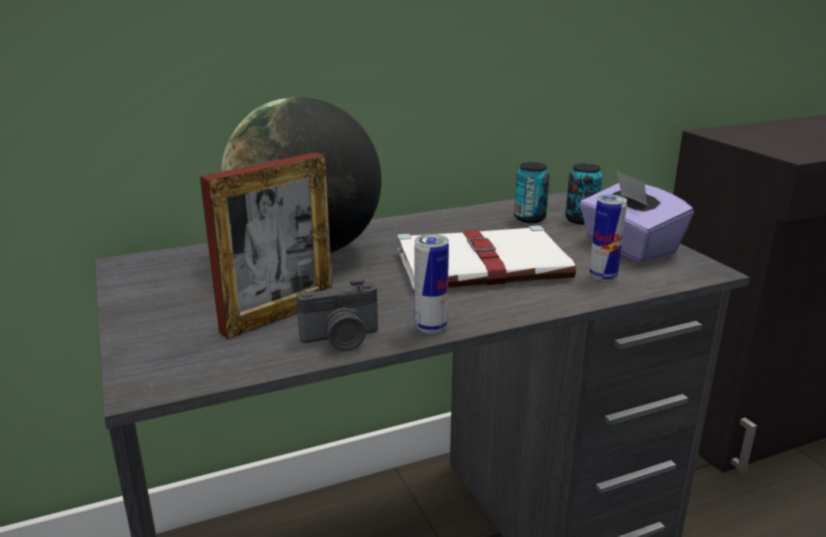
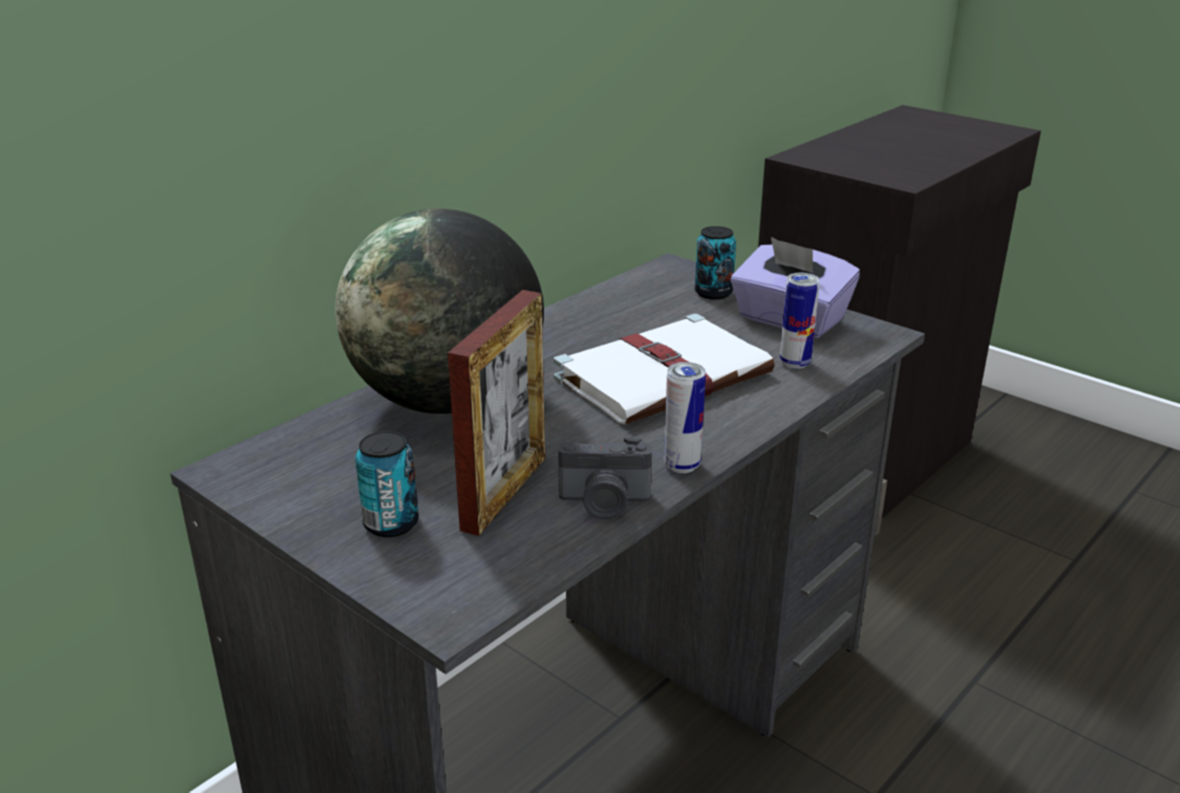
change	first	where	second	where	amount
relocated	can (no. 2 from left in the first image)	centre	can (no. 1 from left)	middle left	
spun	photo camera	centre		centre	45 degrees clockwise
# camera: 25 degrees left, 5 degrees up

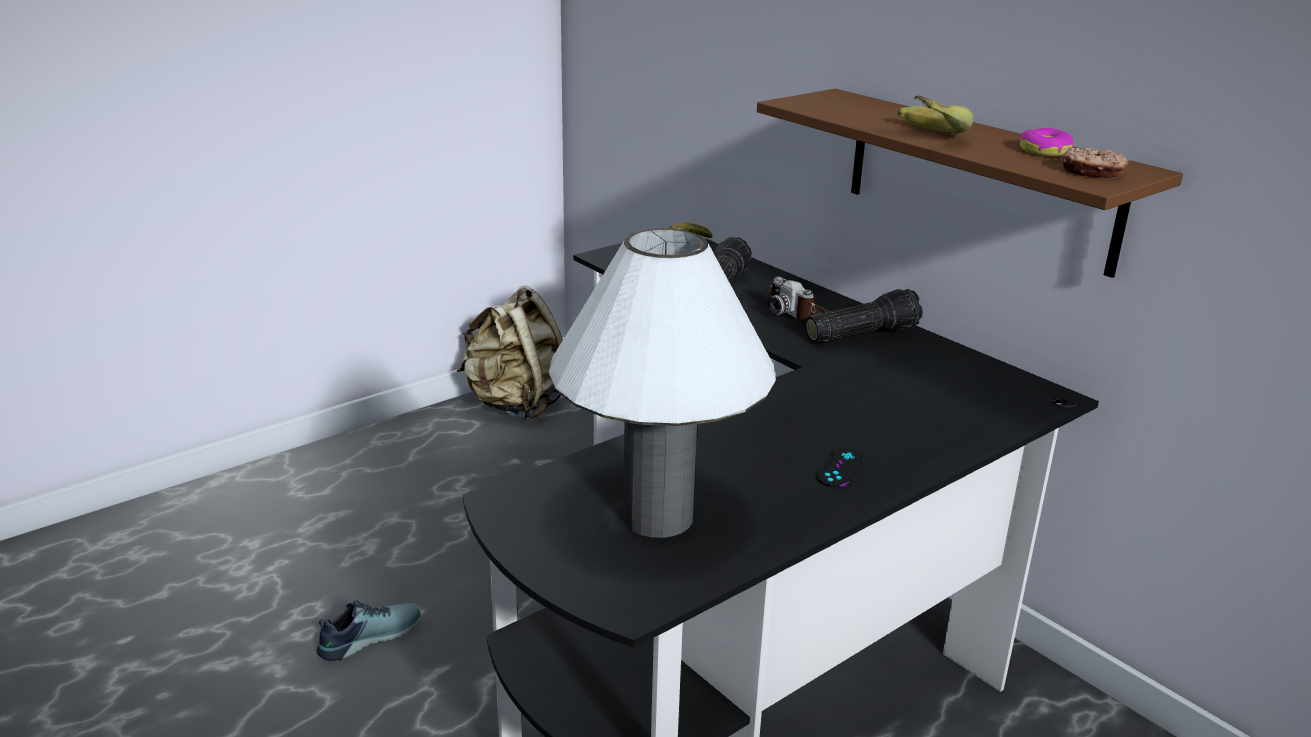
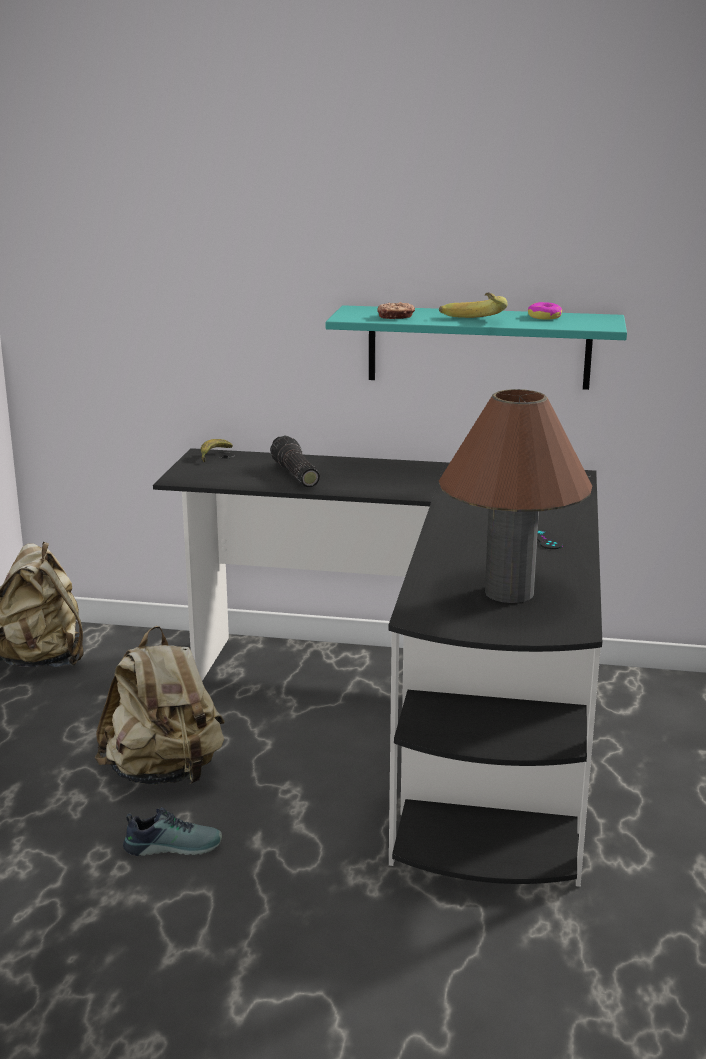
change	first	where	second	where	amount
appeared			beige backpack (no. 2 from left)	middle left	
spun	shoe	bottom left		bottom left	75 degrees clockwise
colour	brown shelf	top right	turquoise shelf	top right	
relocated	donut (no. 2 from left in the first image)	top right	donut (no. 1 from left)	top centre	
colour	white table lamp	centre	brown table lamp	middle right	
missing	photo camera	centre			
missing	flashlight (no. 2 from left)	centre			
# camera: 40 degrees left, 5 degrees down

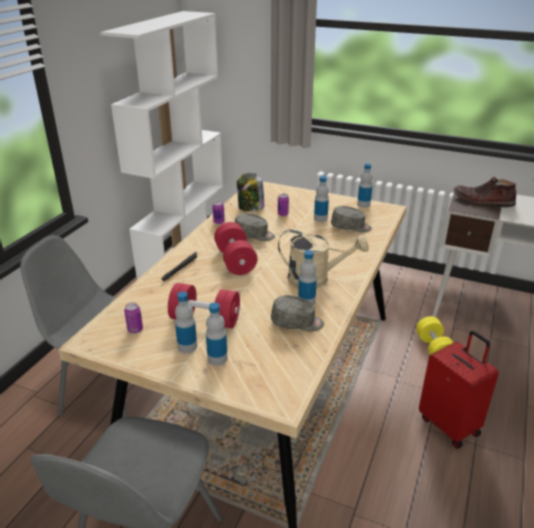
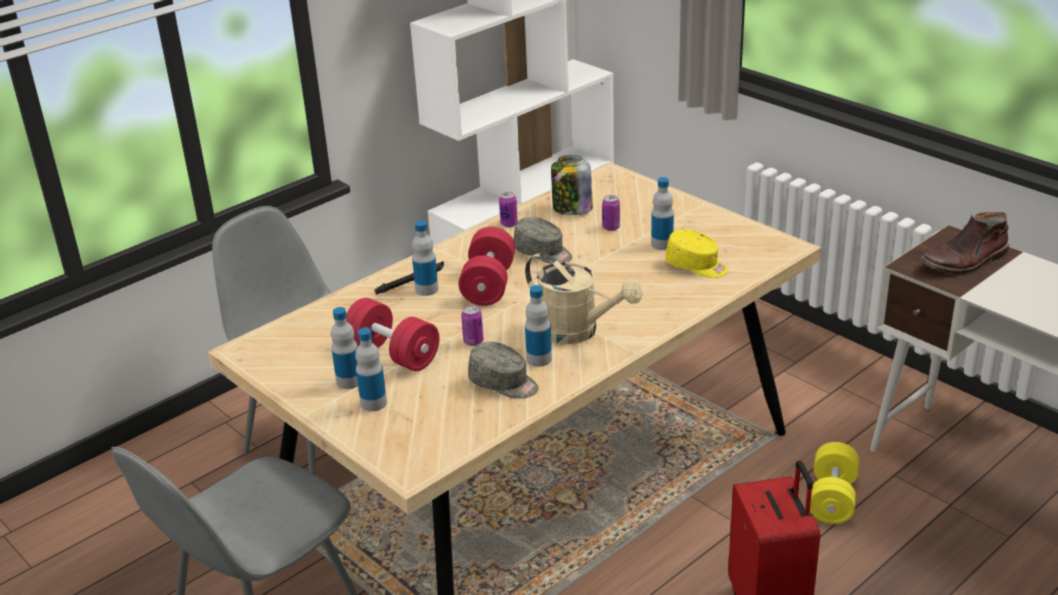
change	first	where	second	where	amount
relocated	bottle (no. 5 from left in the first image)	middle right	bottle (no. 3 from left)	centre	
relocated	can (no. 1 from left)	middle left		centre	
colour	grey cap (no. 3 from left)	centre	yellow cap	centre	
spun	brown boot	middle right		middle right	75 degrees counterclockwise
# camera: 25 degrees right, 0 degrees up

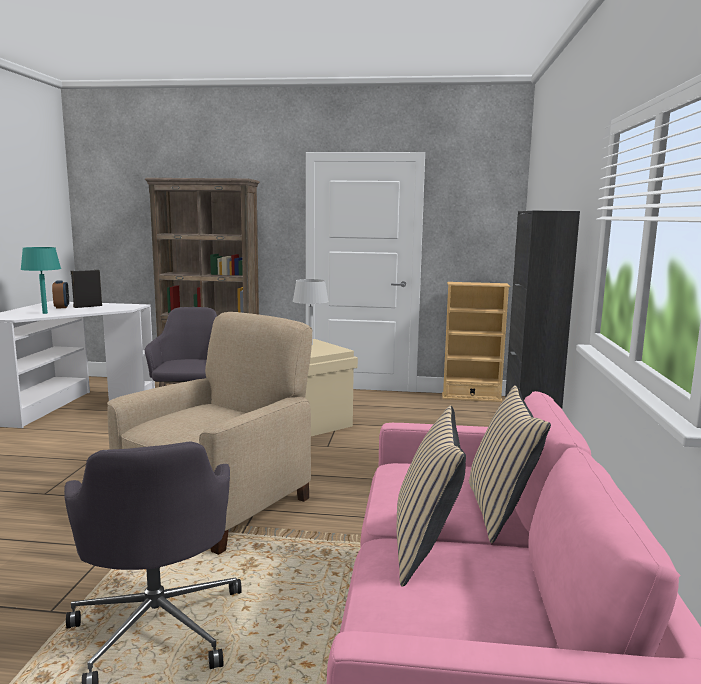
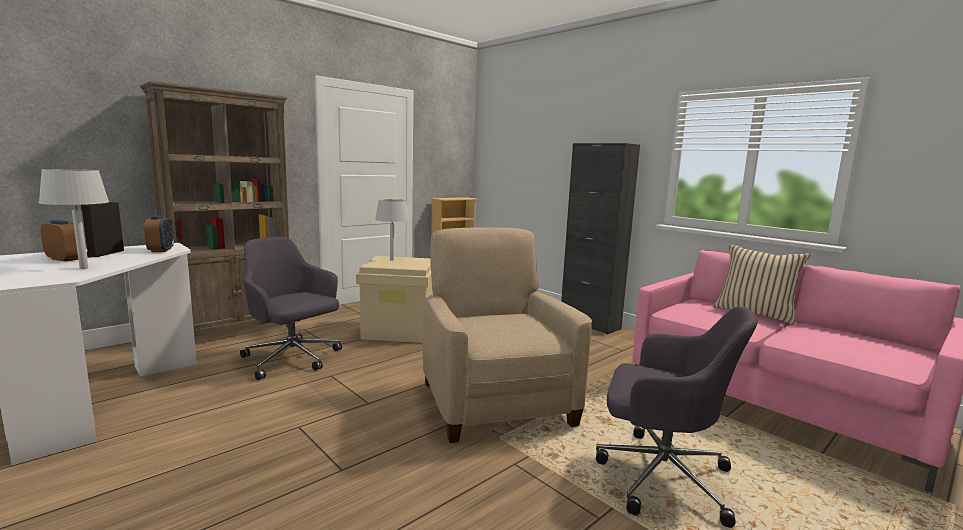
change	first	where	second	where	amount
colour	turquoise table lamp	middle left	grey table lamp (no. 1 from left)	middle left	
appeared			alarm clock (no. 2 from left)	middle left	
missing	beige pillow (no. 1 from left)	bottom centre			
# camera: 50 degrees left, 0 degrees up

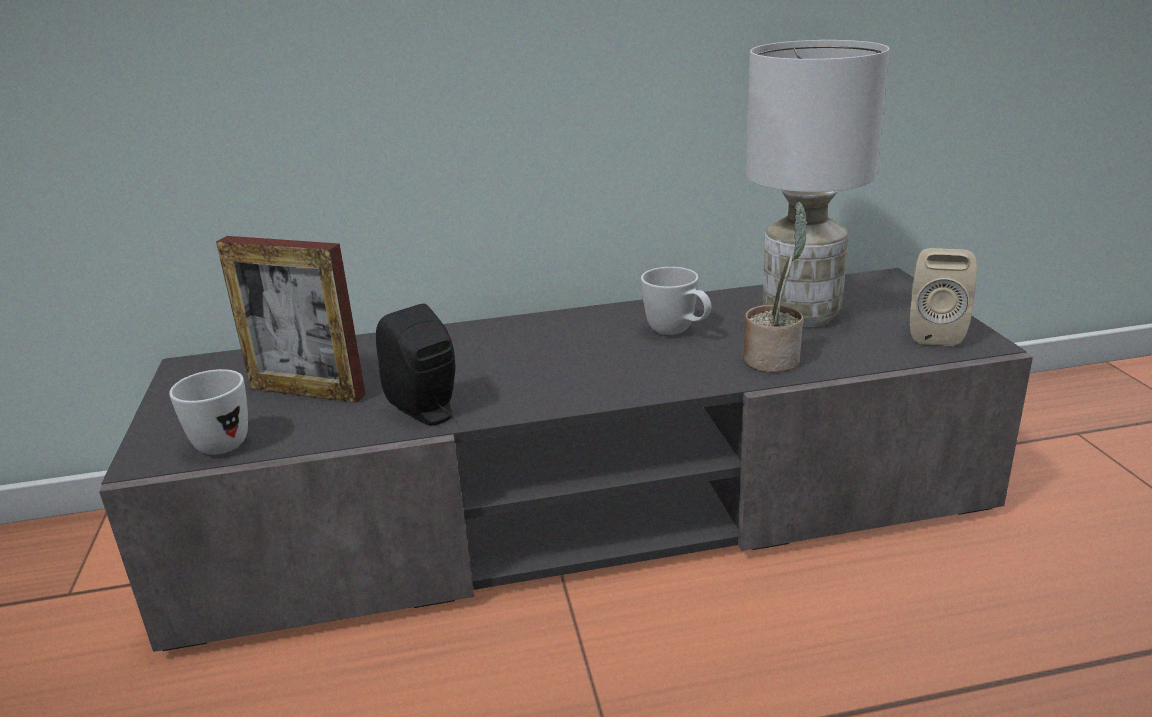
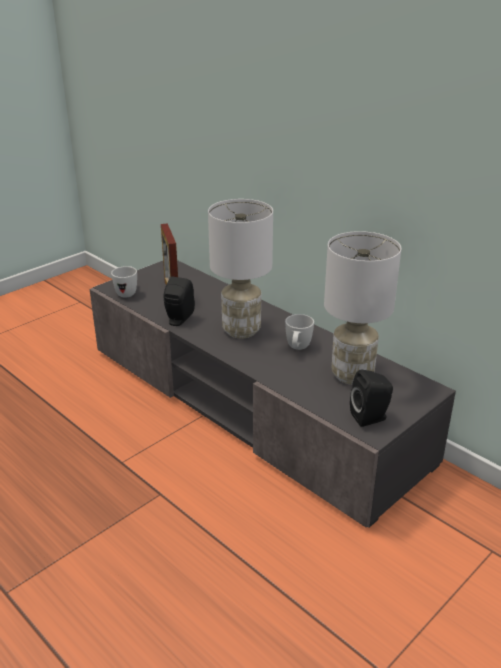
change	first	where	second	where	amount
appeared			white table lamp (no. 1 from left)	centre	
colour	beige speaker	middle right	black speaker (no. 2 from left)	middle right	
missing	potted plant	middle right			
# camera: 55 degrees right, 5 degrees up

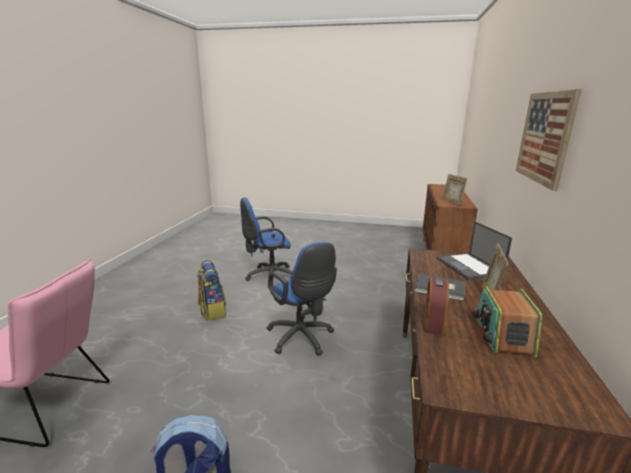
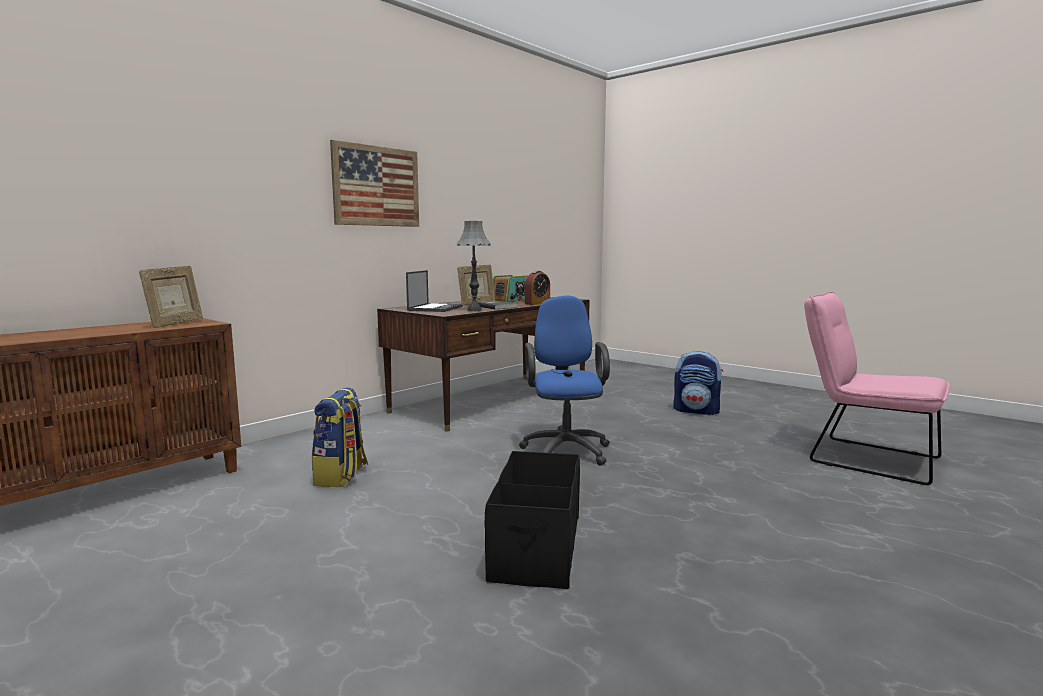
change	first	where	second	where	amount
relocated	backpack (no. 2 from left in the first image)	centre	backpack (no. 1 from left)	middle left	
appeared			grey table lamp	centre	
exchanged	blue office chair (no. 1 from left)	centre	black storage box	bottom centre	
# camera: 150 degrees left, 10 degrees down

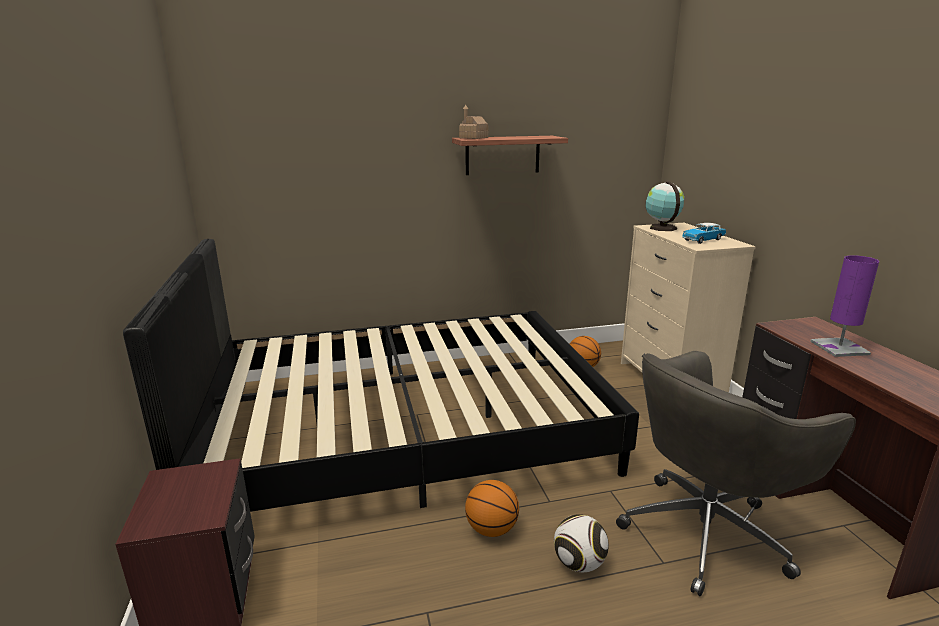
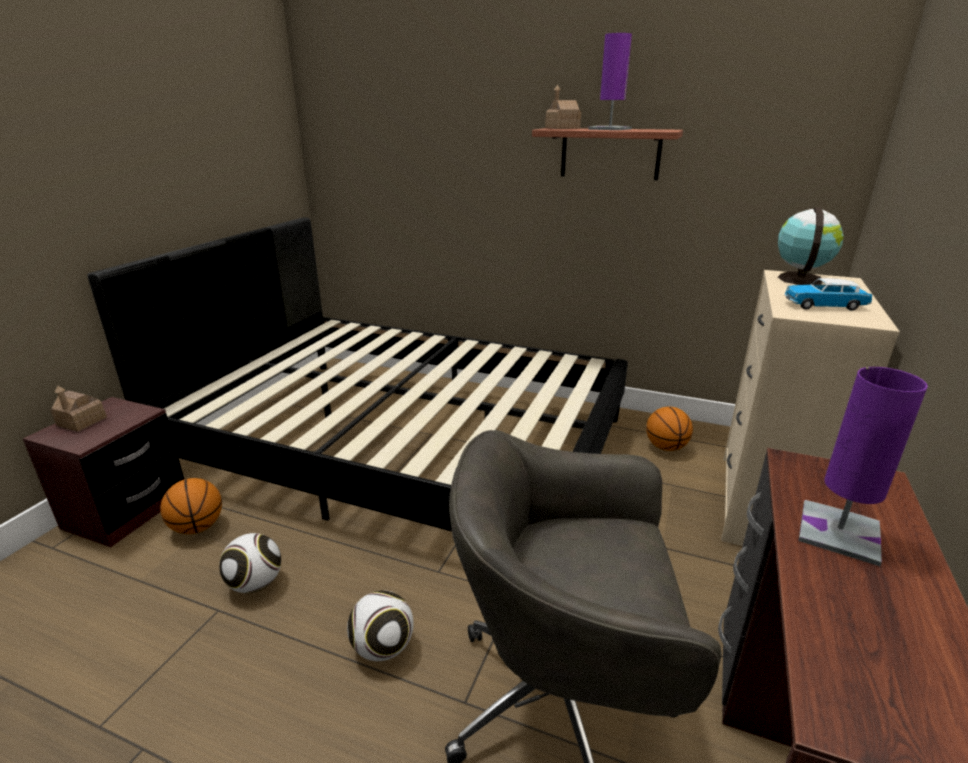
change	first	where	second	where	amount
appeared			toy house (no. 1 from left)	middle left	
relocated	basketball (no. 1 from left)	bottom centre		middle left	
appeared			football (no. 1 from left)	bottom left	
appeared			purple table lamp (no. 1 from left)	top centre	
# camera: 35 degrees right, 5 degrees up

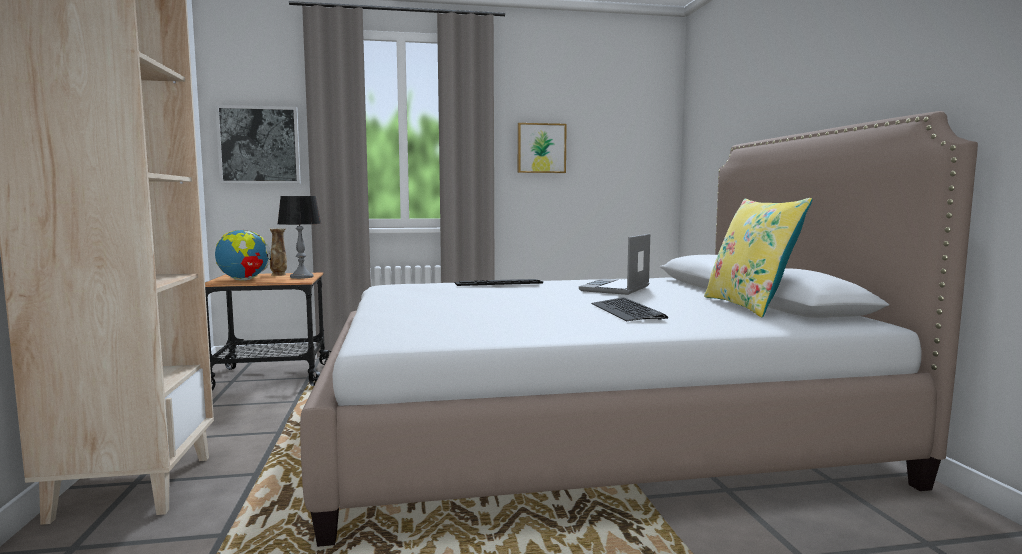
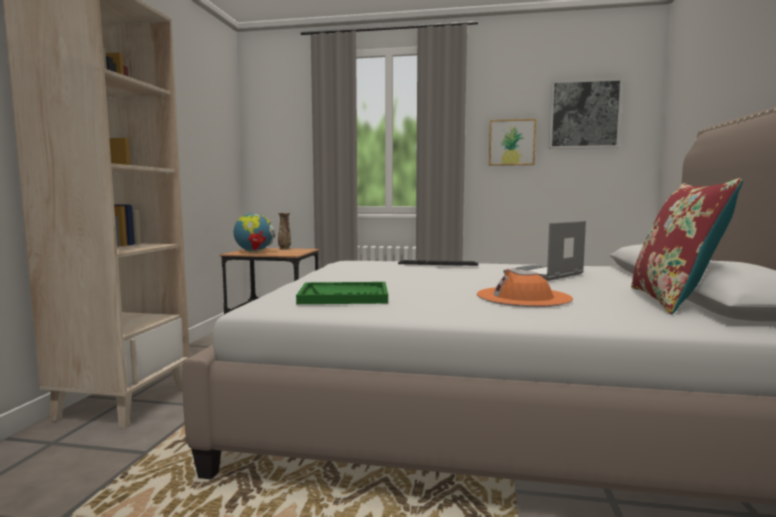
change	first	where	second	where	amount
appeared			green tray	centre	
exchanged	keyboard (no. 2 from left)	centre	orange hat	middle right	
relocated	picture (no. 1 from left in the first image)	top left	picture (no. 2 from left)	top right	
colour	yellow pillow	middle right	red pillow	middle right	
missing	table lamp	middle left			
# camera: 20 degrees right, 0 degrees up

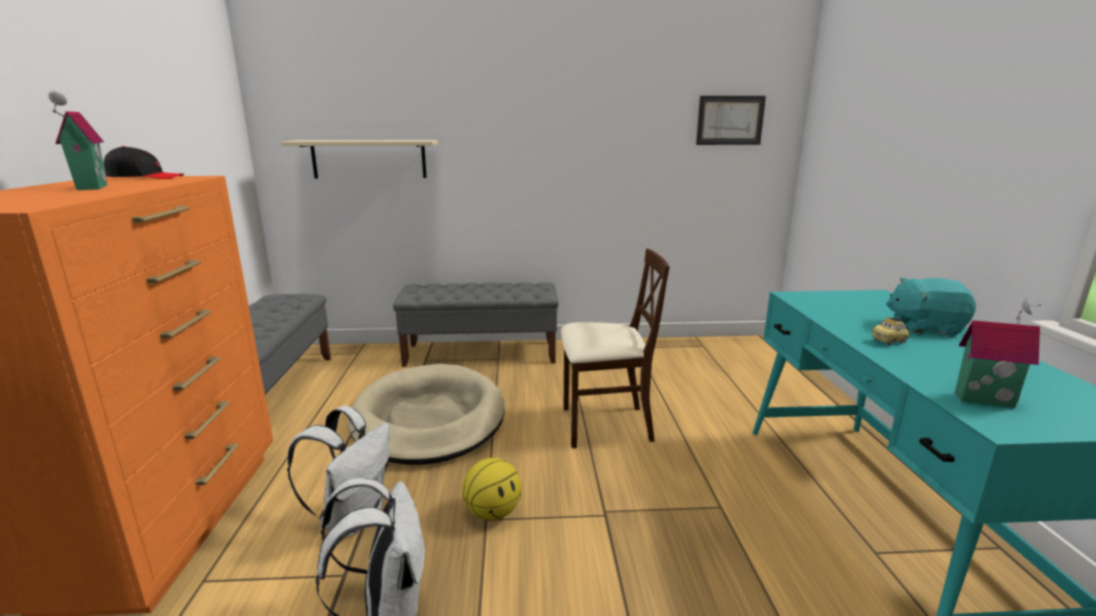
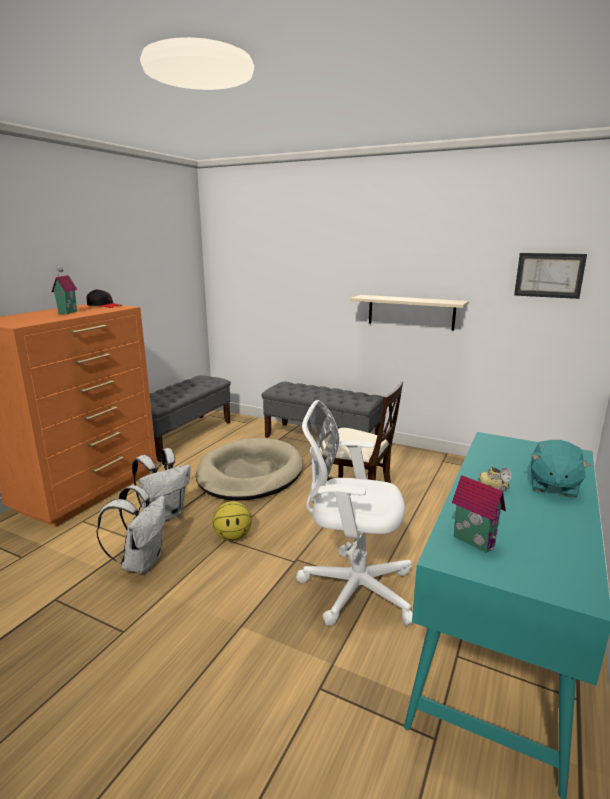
change	first	where	second	where	amount
appeared			white office chair	centre	
relocated	beige shelf	top left		middle right	
spun	turquoise plush toy	middle right		middle right	105 degrees counterclockwise
# camera: 30 degrees right, 0 degrees up

